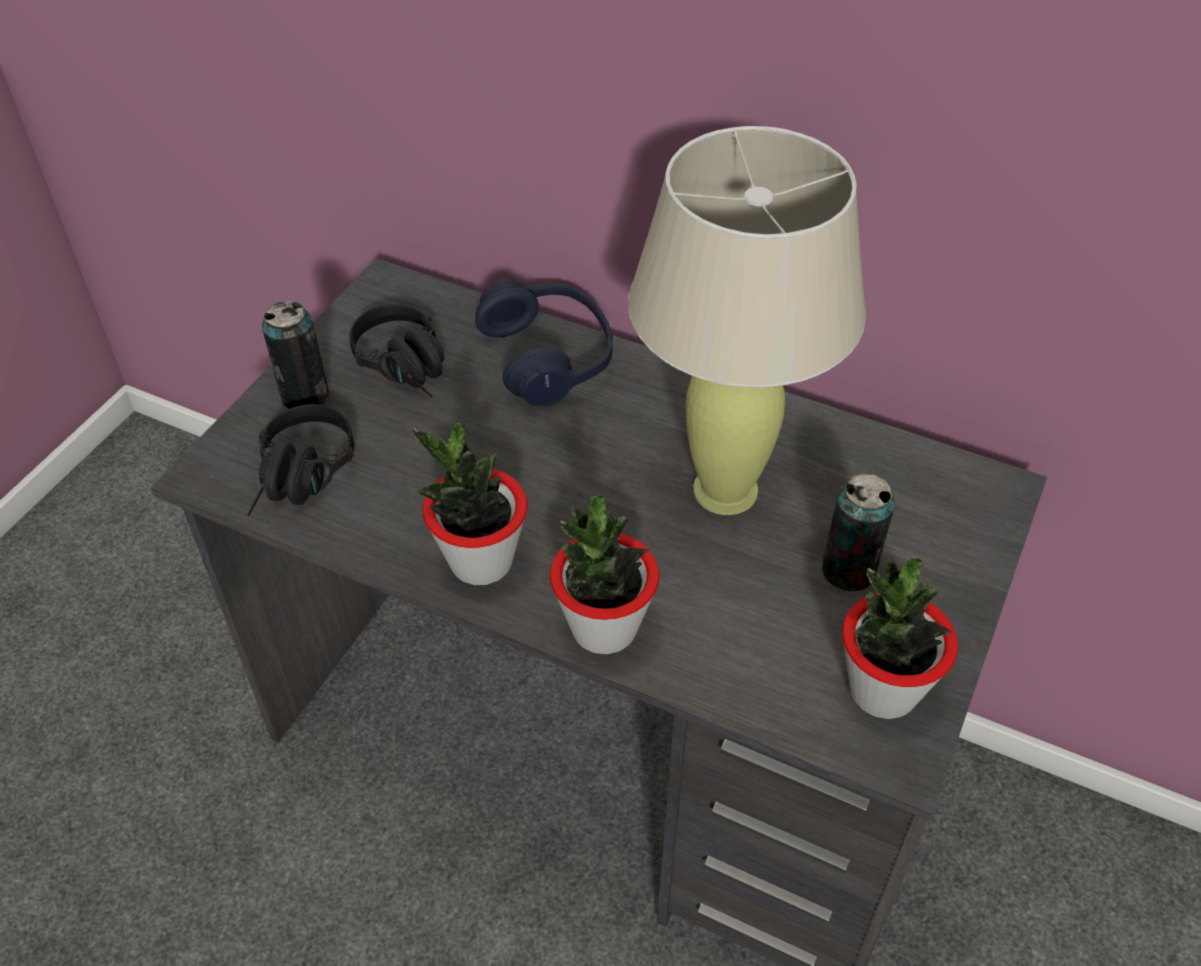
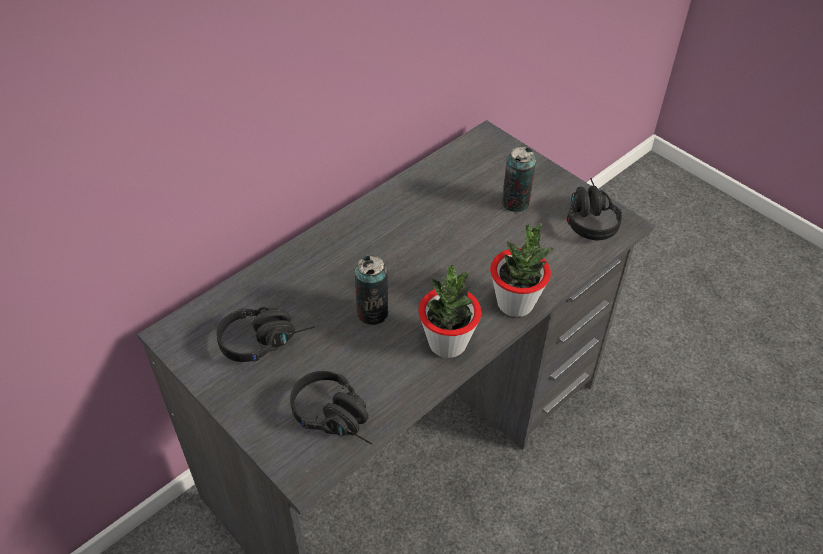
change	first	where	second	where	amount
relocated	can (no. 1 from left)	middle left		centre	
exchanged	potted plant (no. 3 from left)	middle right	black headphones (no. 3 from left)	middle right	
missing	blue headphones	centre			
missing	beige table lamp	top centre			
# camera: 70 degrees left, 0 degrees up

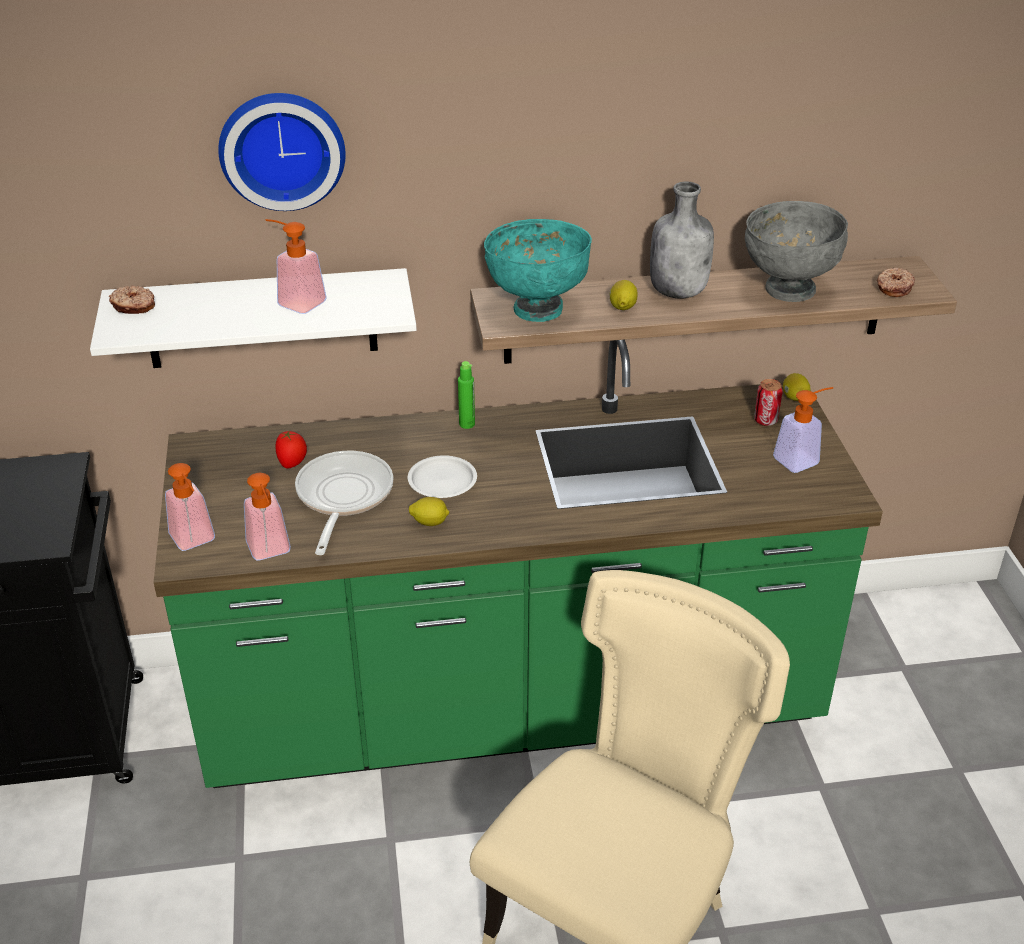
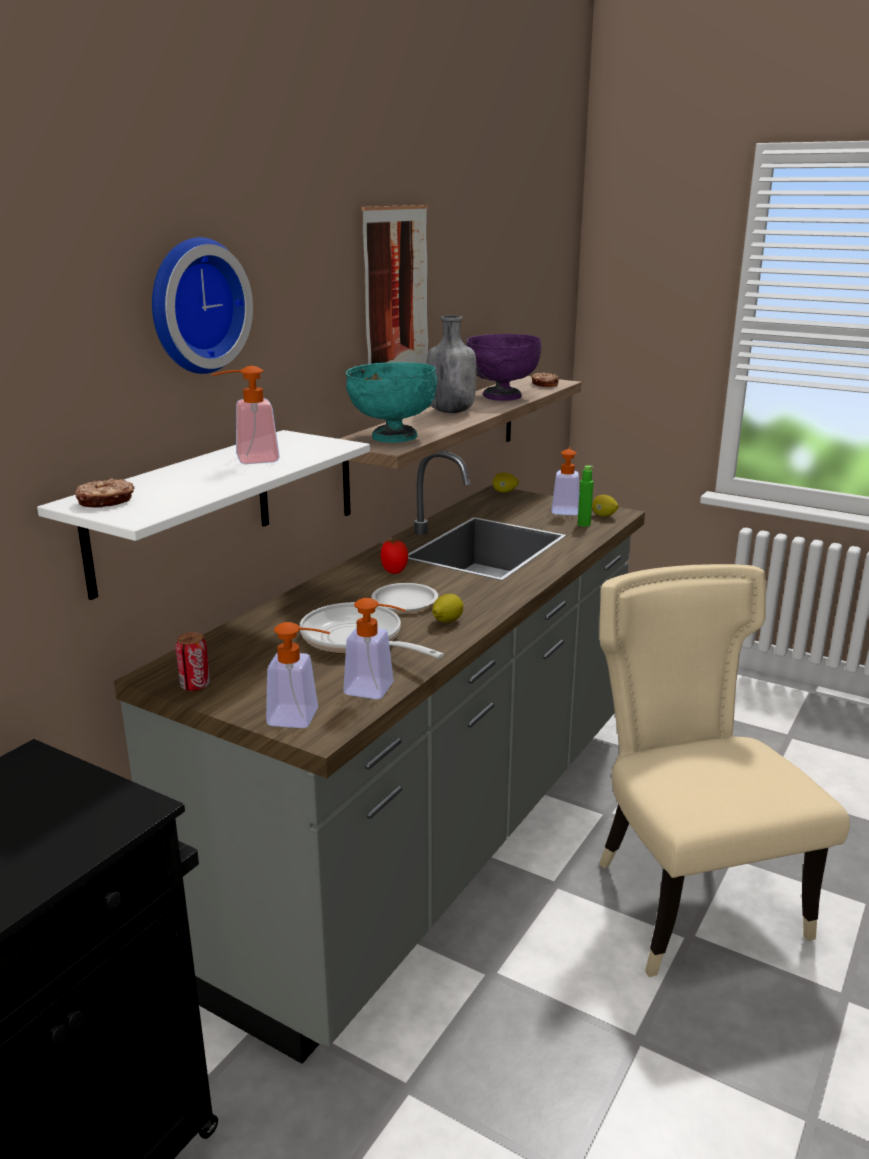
change	first	where	second	where	amount
colour	green counter	centre	grey counter	centre	
relocated	can	middle right		middle left	
appeared			picture	top centre	
relocated	tomato	middle left		centre	
colour	grey bowl	top right	purple bowl	top centre	
relocated	green bottle	centre		middle right	
relocated	lemon (no. 2 from left in the first image)	top centre	lemon (no. 3 from left)	middle right	
# camera: 50 degrees left, 15 degrees down

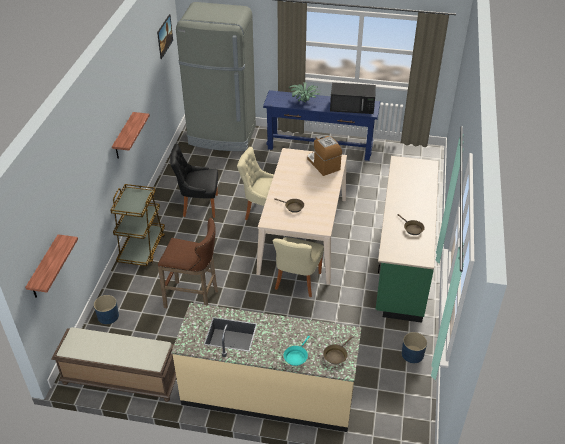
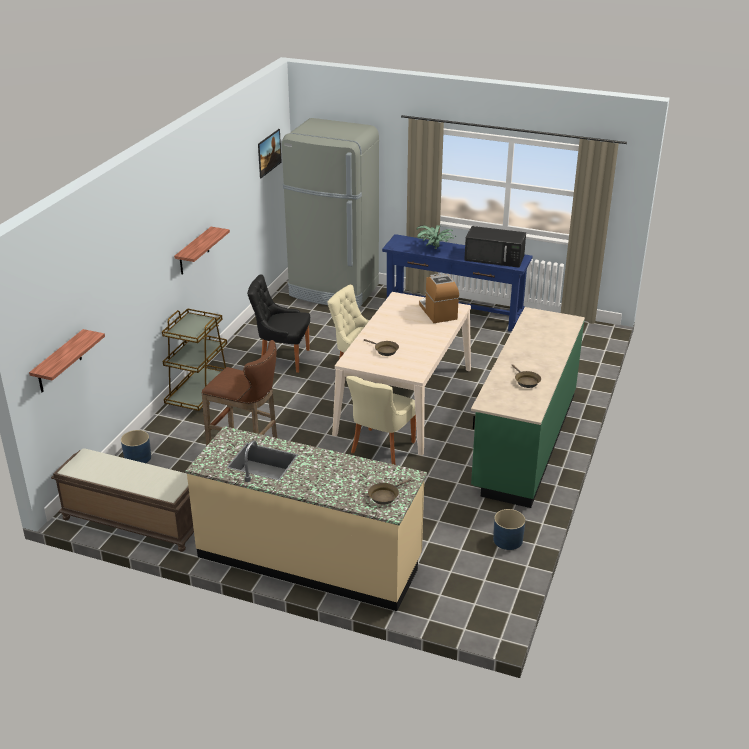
change	first	where	second	where	amount
missing	turquoise frying pan	bottom centre			
# camera: 10 degrees right, 10 degrees down

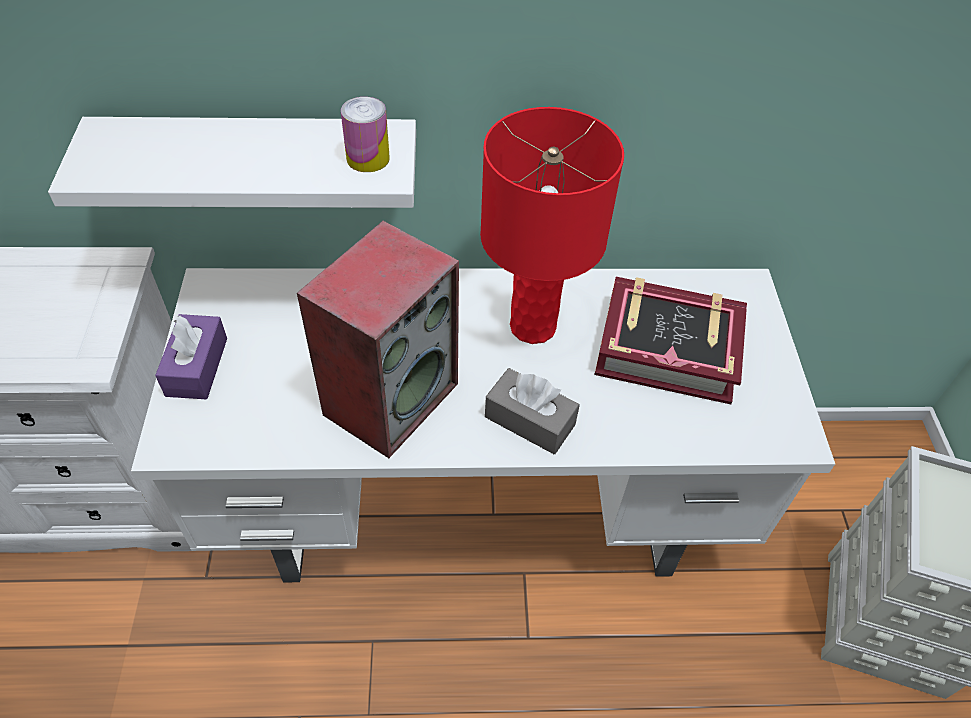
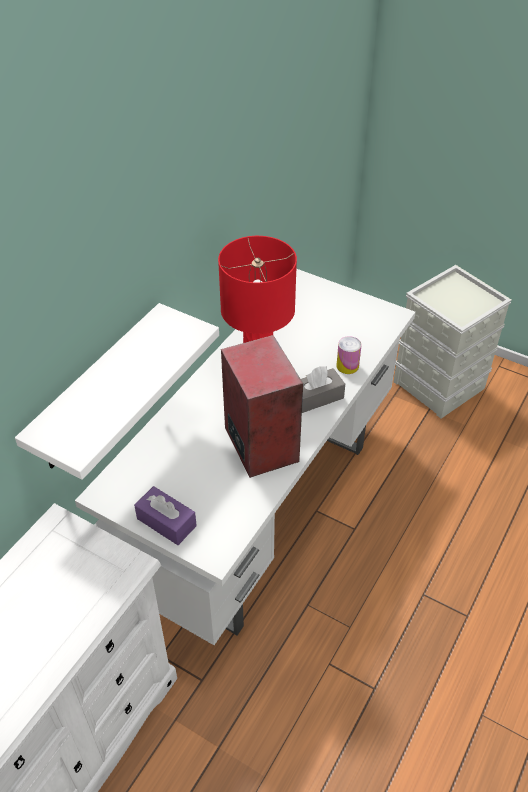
change	first	where	second	where	amount
relocated	can	top centre		centre	
missing	book	middle right			
# camera: 55 degrees left, 5 degrees down

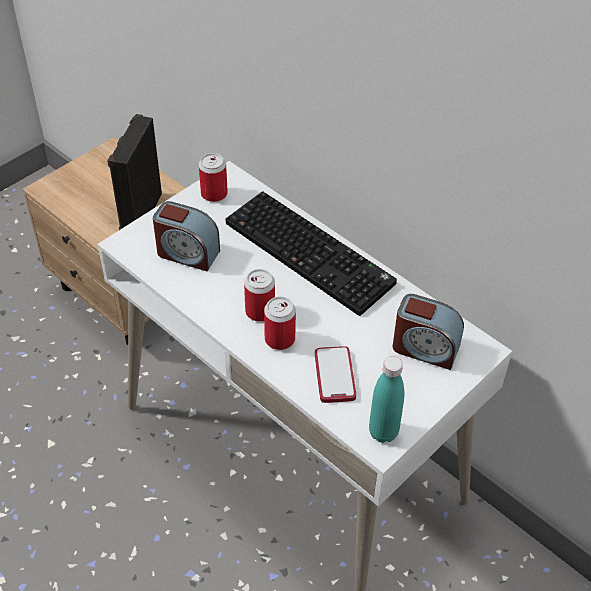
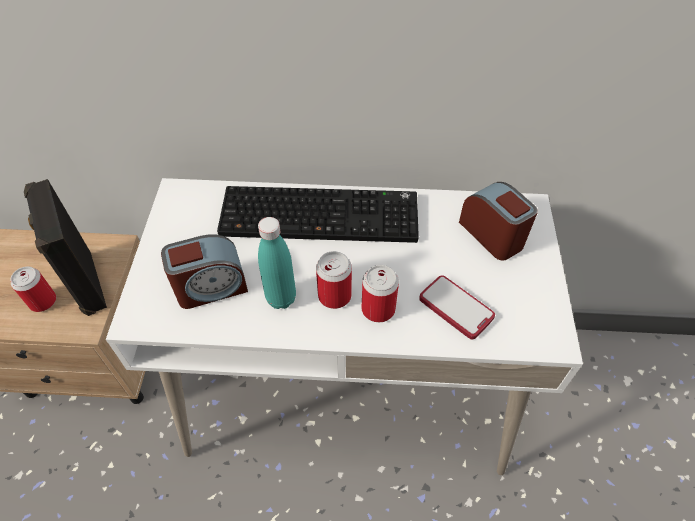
change	first	where	second	where	amount
relocated	can (no. 1 from left)	top centre		middle left	
relocated	turquoise bottle	bottom centre		centre	
spun	alarm clock (no. 2 from left)	middle right		middle right	105 degrees counterclockwise
# camera: 40 degrees left, 5 degrees up

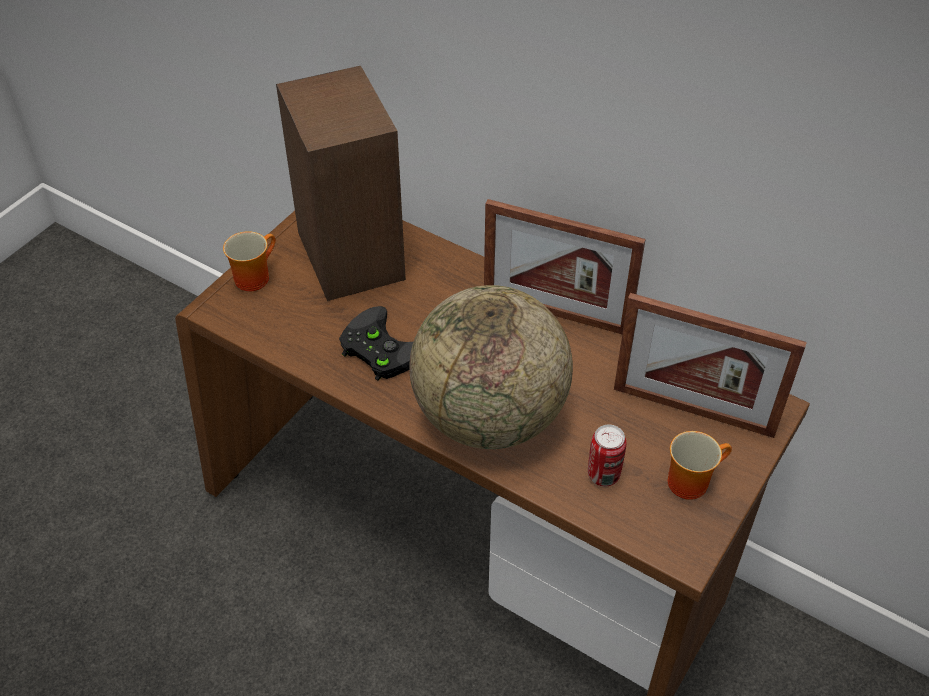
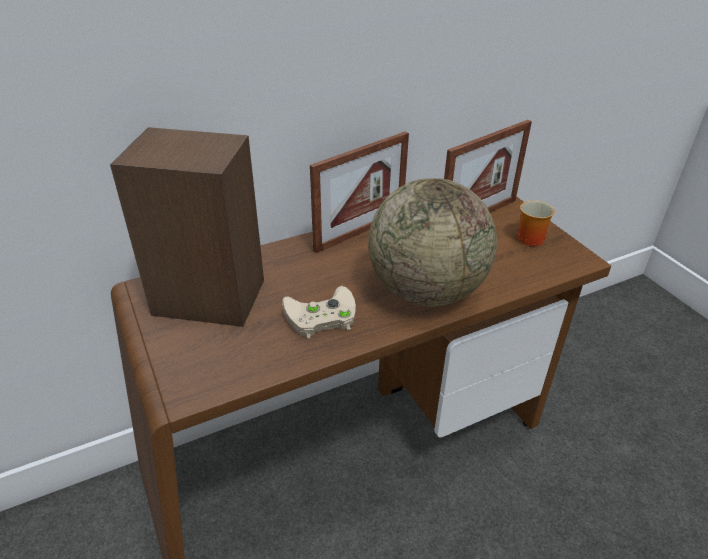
change	first	where	second	where	amount
colour	black game controller	centre	beige game controller	centre	
missing	mug (no. 1 from left)	middle left			
missing	can	centre			
# camera: 60 degrees left, 10 degrees down

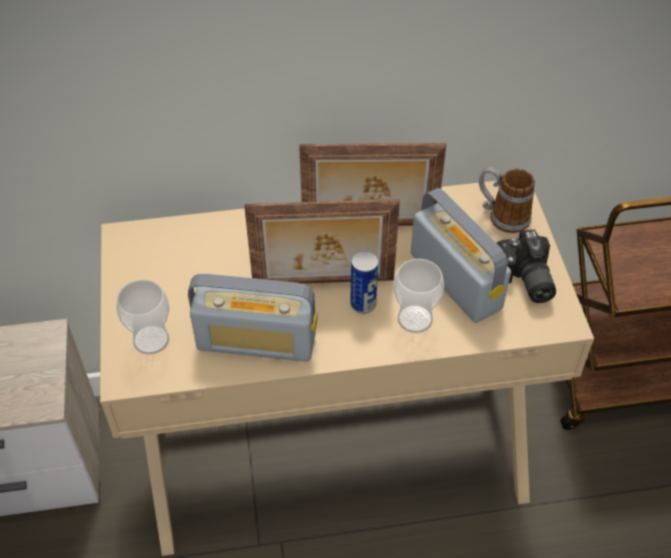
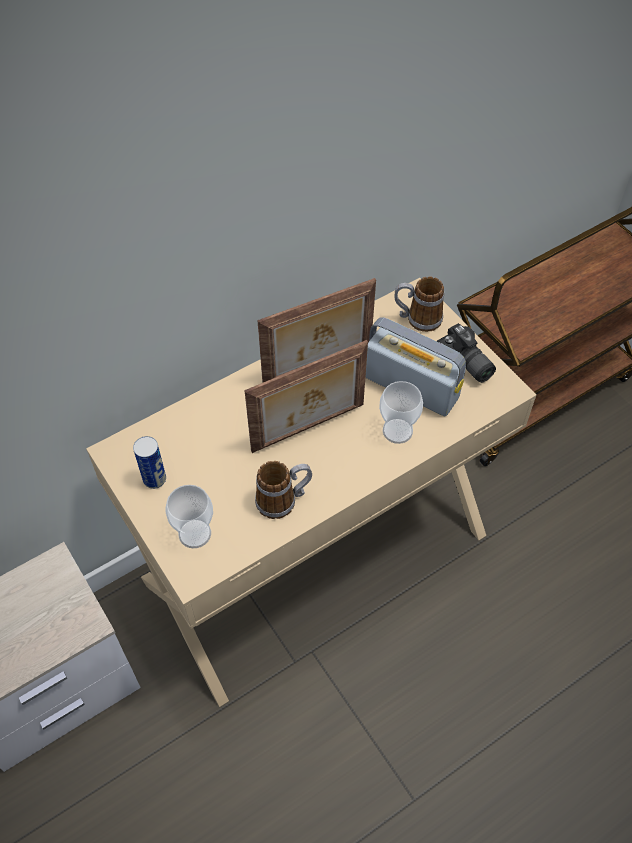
change	first	where	second	where	amount
relocated	can	centre		middle left	
exchanged	radio (no. 1 from left)	centre	mug (no. 1 from left)	centre	
# camera: 25 degrees left, 5 degrees up

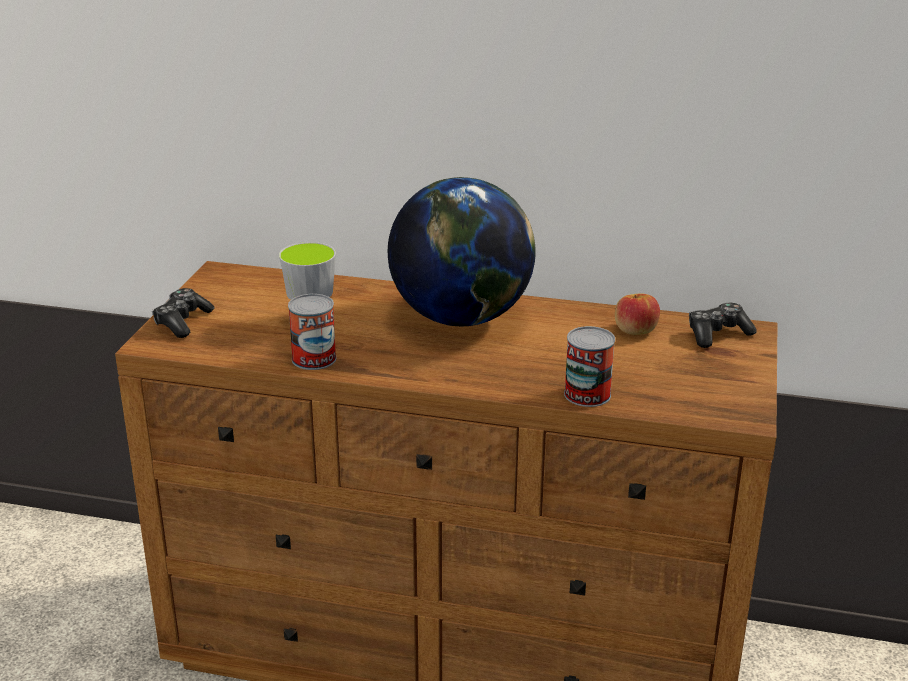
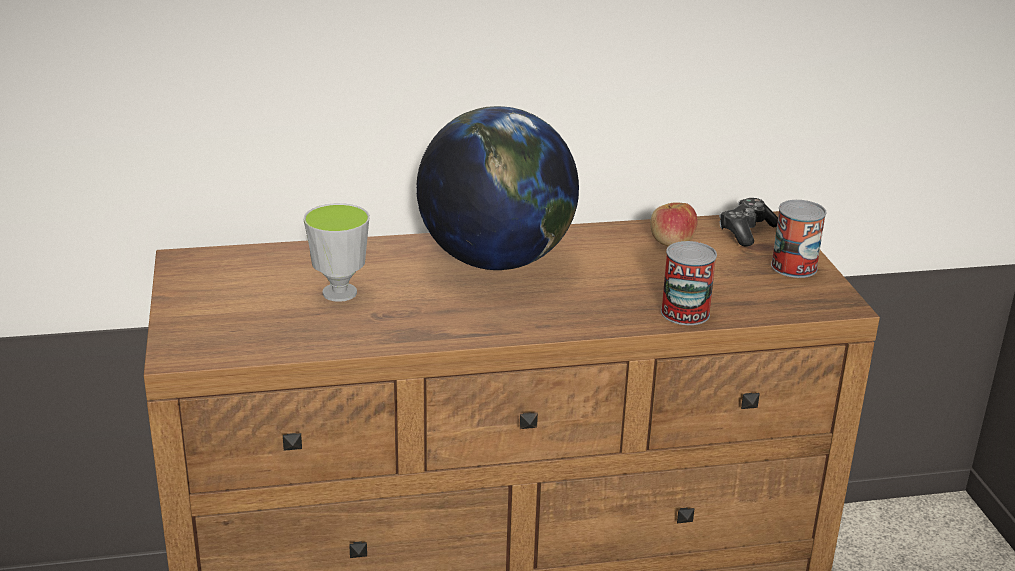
change	first	where	second	where	amount
relocated	can (no. 1 from left in the first image)	centre	can (no. 2 from left)	middle right	
missing	game controller (no. 1 from left)	middle left			
# camera: 25 degrees left, 0 degrees up

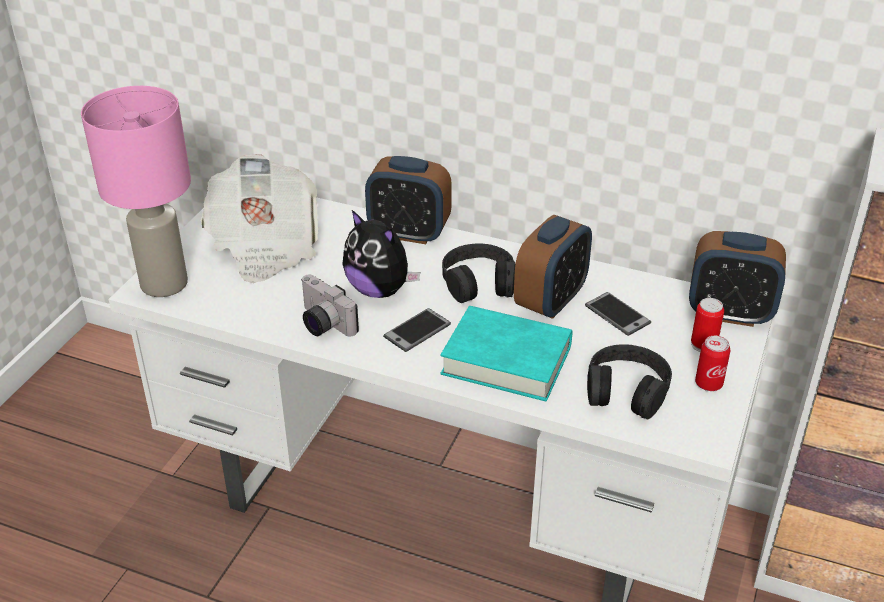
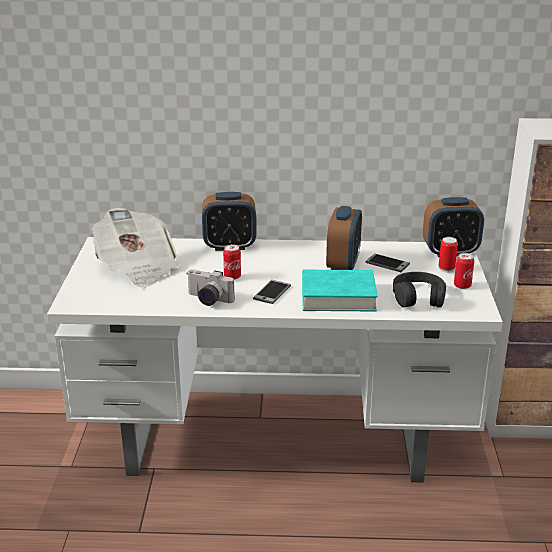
change	first	where	second	where	amount
exchanged	plush toy	centre	can (no. 1 from left)	centre	
missing	pink table lamp	top left			
missing	black headphones (no. 1 from left)	centre			
# camera: 20 degrees left, 10 degrees down

